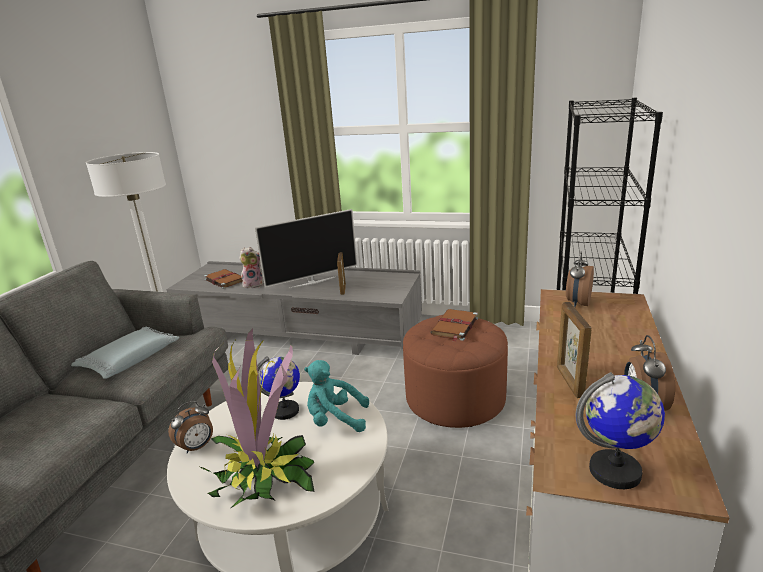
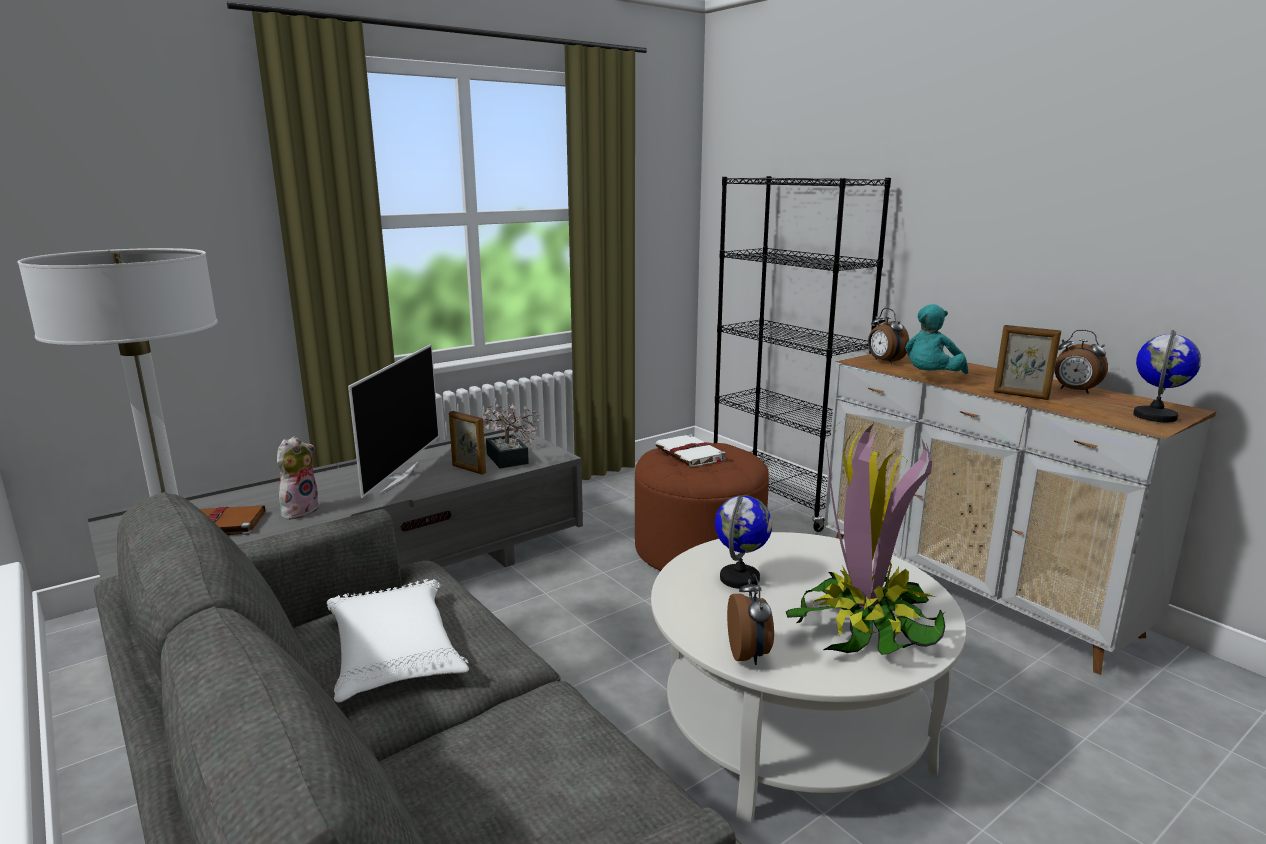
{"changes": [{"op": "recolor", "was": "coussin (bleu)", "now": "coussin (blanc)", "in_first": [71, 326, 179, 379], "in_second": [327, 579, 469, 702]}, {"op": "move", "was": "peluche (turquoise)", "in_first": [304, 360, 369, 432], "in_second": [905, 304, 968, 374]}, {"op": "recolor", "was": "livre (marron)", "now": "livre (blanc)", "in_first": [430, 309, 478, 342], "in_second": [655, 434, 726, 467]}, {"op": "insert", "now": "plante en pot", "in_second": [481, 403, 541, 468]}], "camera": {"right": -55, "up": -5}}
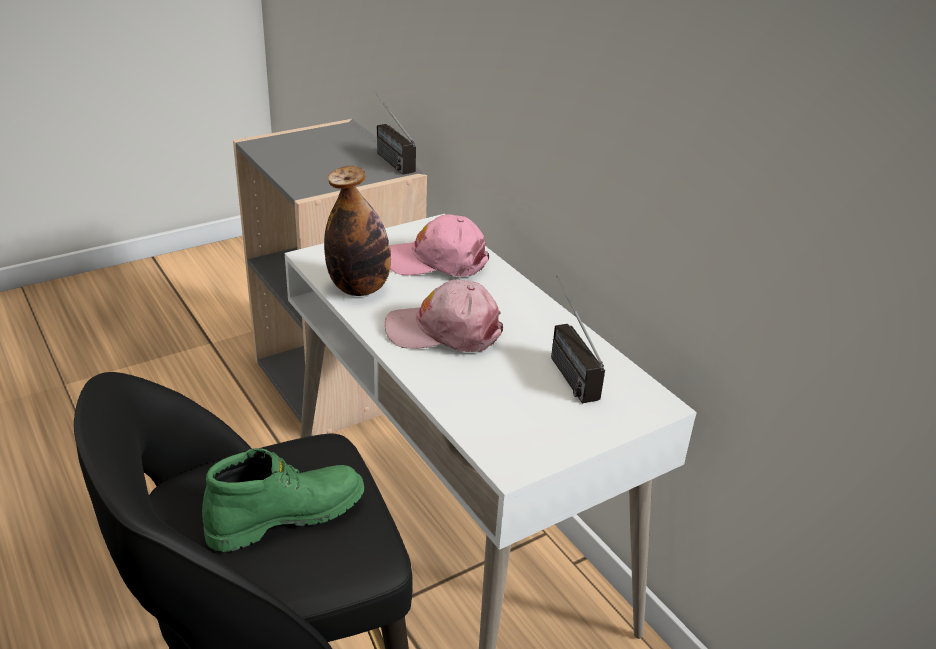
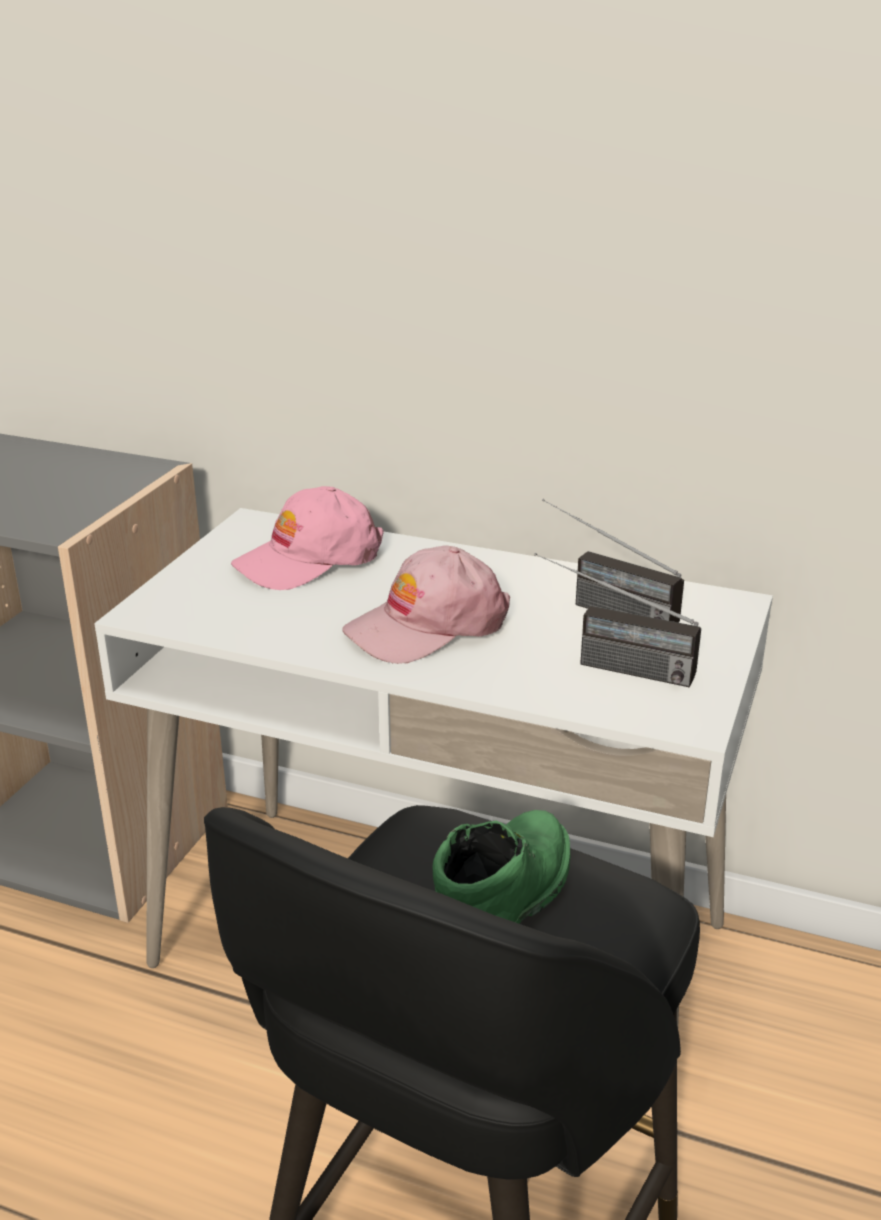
{"changes": [{"op": "delete", "was": "bouteille", "in_first": [324, 166, 391, 296]}, {"op": "move", "was": "radio", "in_first": [374, 91, 416, 175], "in_second": [534, 553, 701, 687]}], "camera": {"right": -35, "up": -5}}
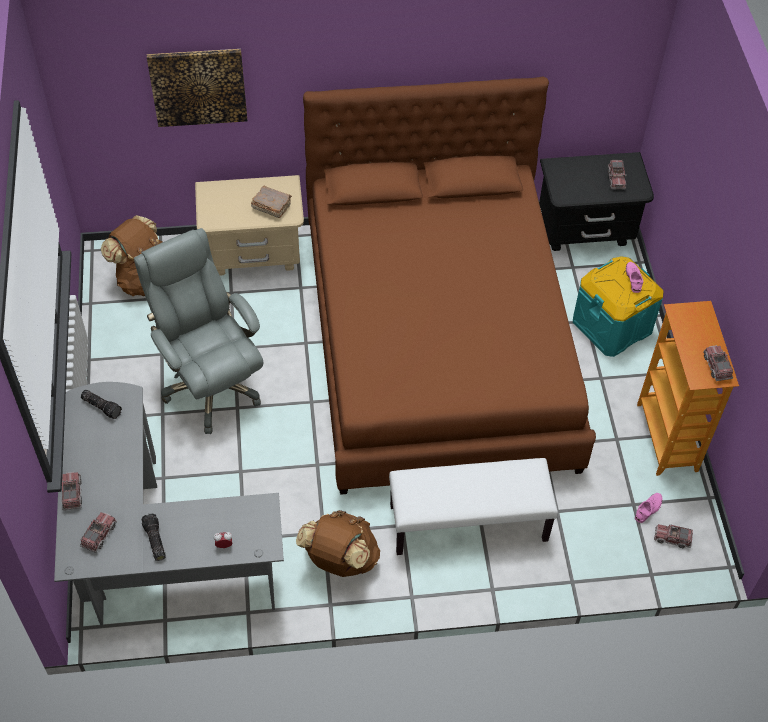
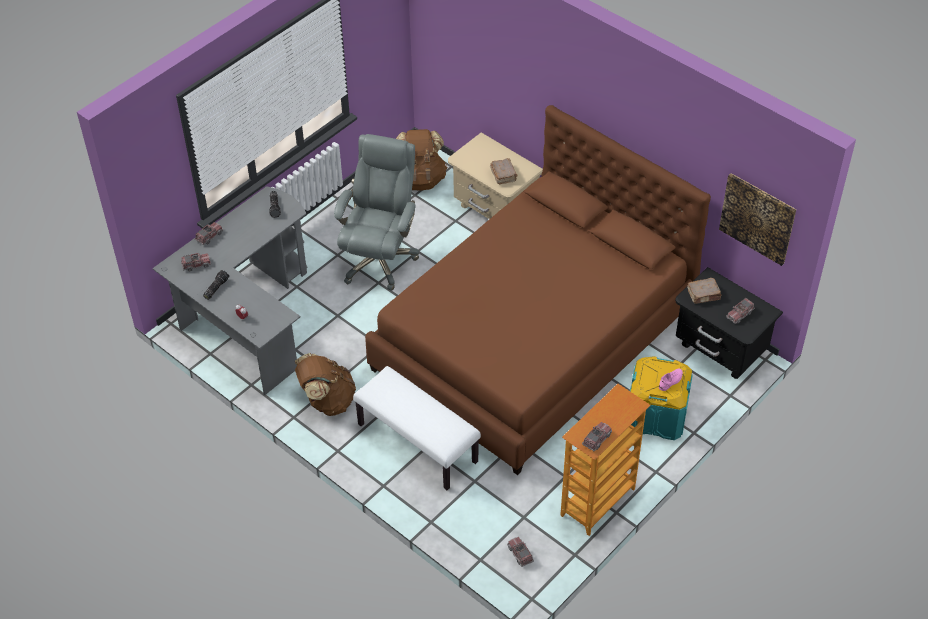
{"changes": [{"op": "move", "was": "tableau", "in_first": [147, 49, 247, 127], "in_second": [719, 173, 796, 266]}, {"op": "delete", "was": "chaussure (rose)", "in_first": [635, 493, 662, 523]}, {"op": "insert", "now": "livre (marron)", "in_second": [687, 278, 721, 304]}], "camera": {"right": 50, "up": -5}}
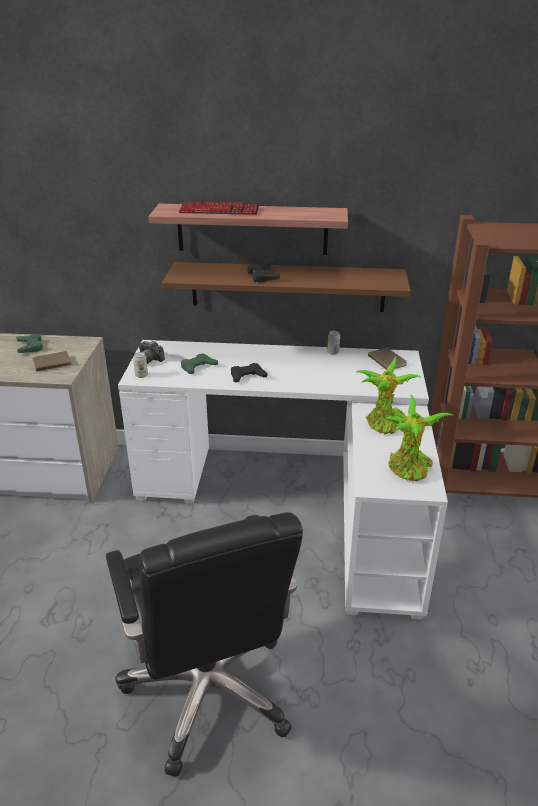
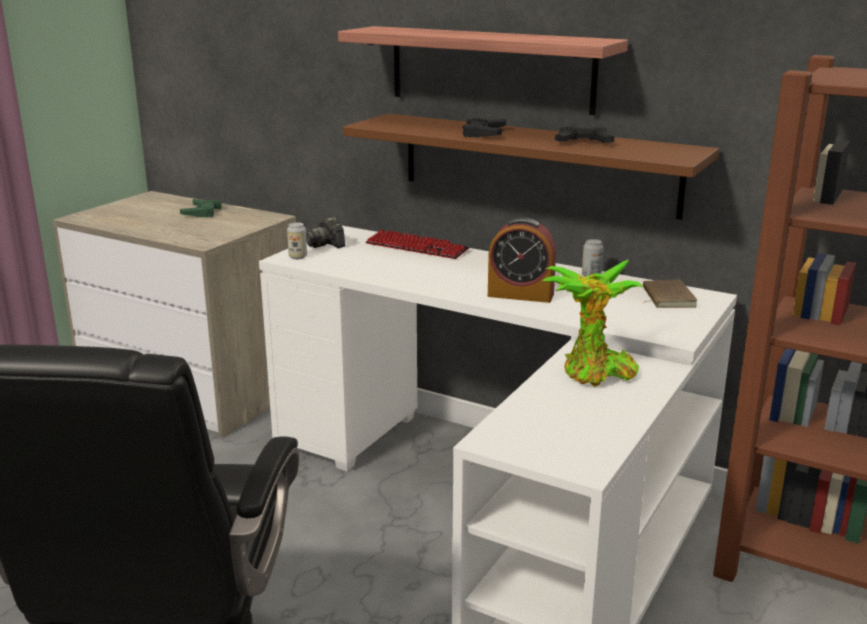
{"changes": [{"op": "delete", "was": "livre (marron)", "in_first": [32, 351, 73, 372]}, {"op": "move", "was": "clavier", "in_first": [179, 202, 259, 215], "in_second": [366, 229, 470, 259]}, {"op": "delete", "was": "manette (vert)", "in_first": [181, 353, 218, 374]}, {"op": "move", "was": "manette (noir)", "in_first": [231, 363, 268, 382], "in_second": [555, 127, 614, 143]}, {"op": "delete", "was": "plante en pot", "in_first": [380, 394, 452, 482]}, {"op": "insert", "now": "réveil", "in_second": [488, 217, 556, 303]}], "camera": {"right": 25, "up": -10}}
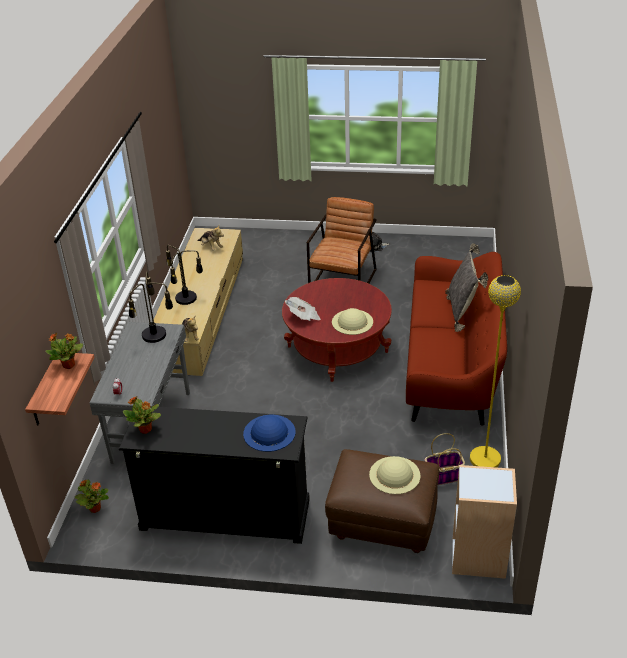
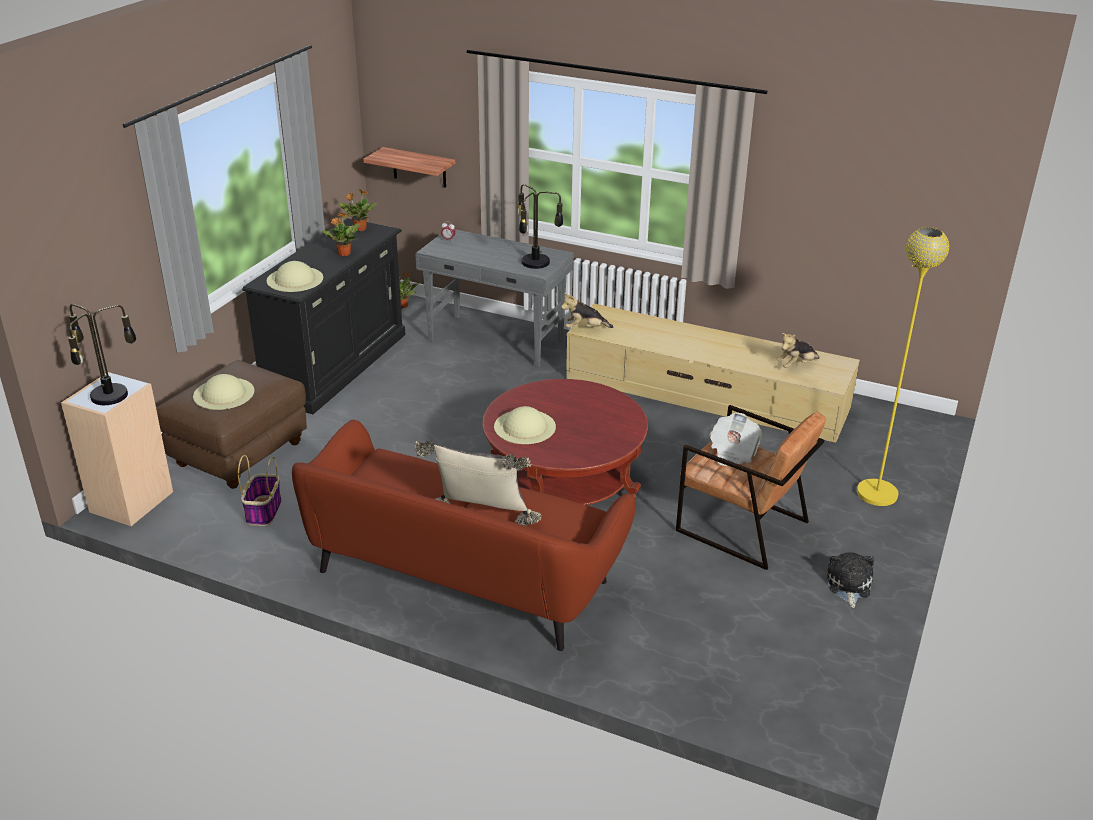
{"changes": [{"op": "move", "was": "plante en pot", "in_first": [45, 333, 83, 369], "in_second": [322, 212, 360, 256]}, {"op": "move", "was": "lampe de table", "in_first": [166, 245, 203, 305], "in_second": [68, 304, 136, 405]}, {"op": "recolor", "was": "chapeau (bleu)", "now": "chapeau (beige)", "in_first": [243, 415, 296, 452], "in_second": [266, 261, 323, 292]}, {"op": "move", "was": "journal", "in_first": [285, 297, 321, 321], "in_second": [710, 413, 762, 466]}, {"op": "move", "was": "lampadaire (jaune)", "in_first": [470, 275, 521, 468], "in_second": [857, 227, 949, 506]}], "camera": {"right": 105, "up": -5}}
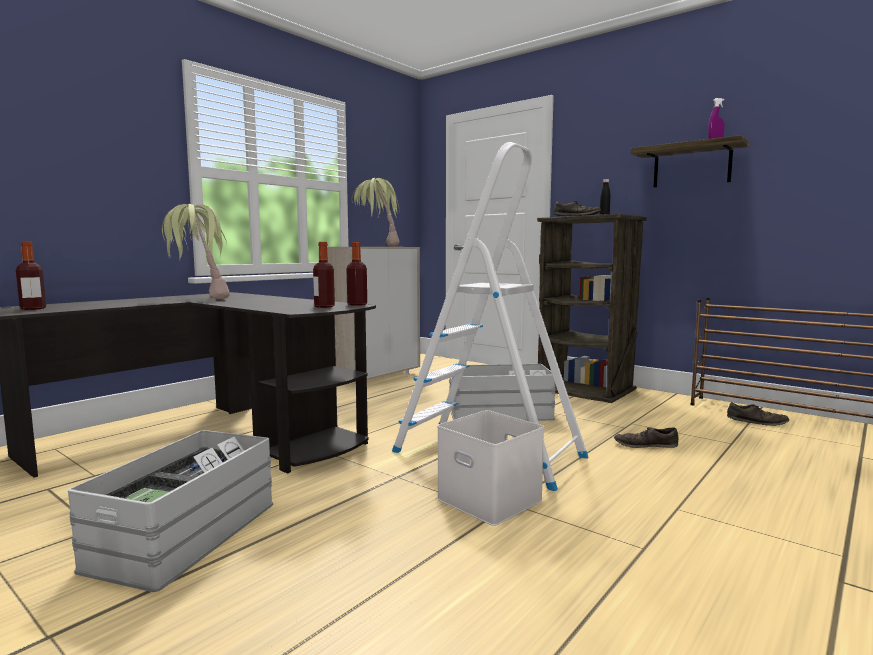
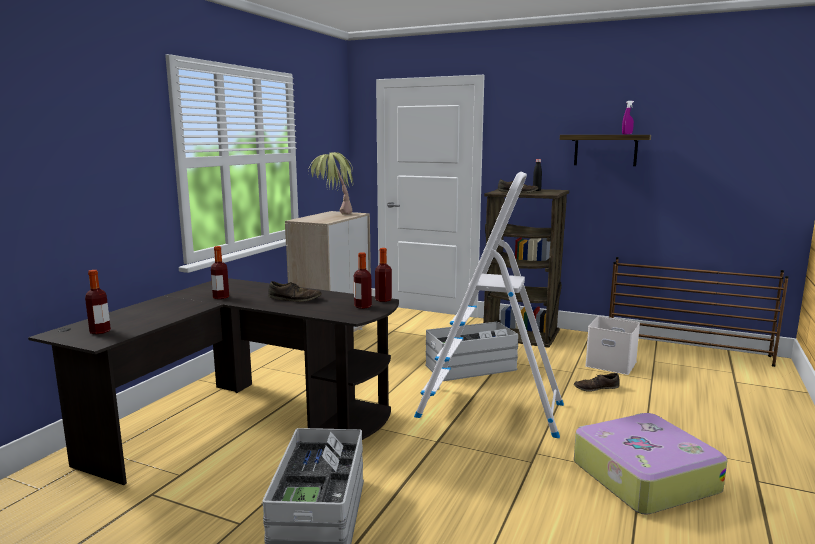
{"changes": [{"op": "replace", "was": "plante en pot", "now": "bouteille", "in_first": [162, 204, 230, 299], "in_second": [211, 246, 229, 299]}, {"op": "move", "was": "boîte de rangement (blanc)", "in_first": [437, 410, 544, 526], "in_second": [585, 316, 640, 375]}, {"op": "move", "was": "chaussure (marron)", "in_first": [727, 402, 789, 426], "in_second": [268, 281, 322, 302]}, {"op": "insert", "now": "valise", "in_second": [574, 413, 728, 515]}], "camera": {"right": -15, "up": 5}}
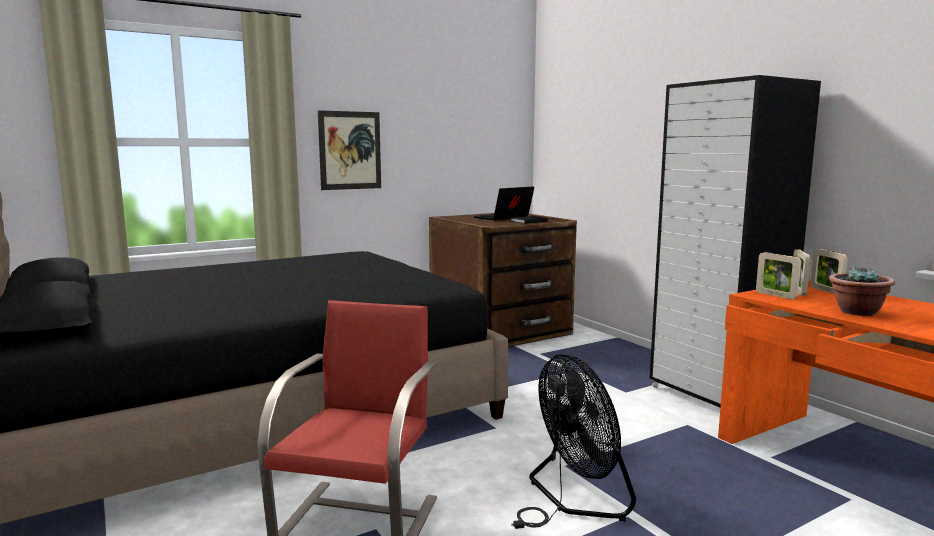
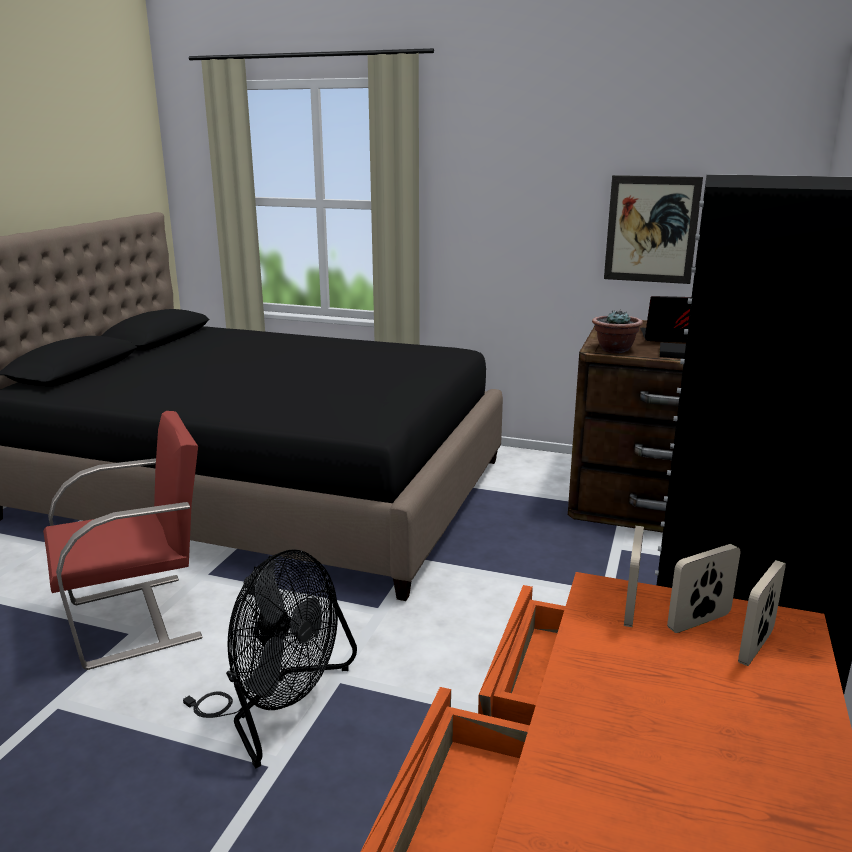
{"changes": [{"op": "move", "was": "tableau", "in_first": [318, 110, 381, 190], "in_second": [604, 175, 703, 284]}, {"op": "move", "was": "plante en pot", "in_first": [829, 266, 895, 316], "in_second": [592, 309, 643, 353]}], "camera": {"right": 50, "up": 10}}
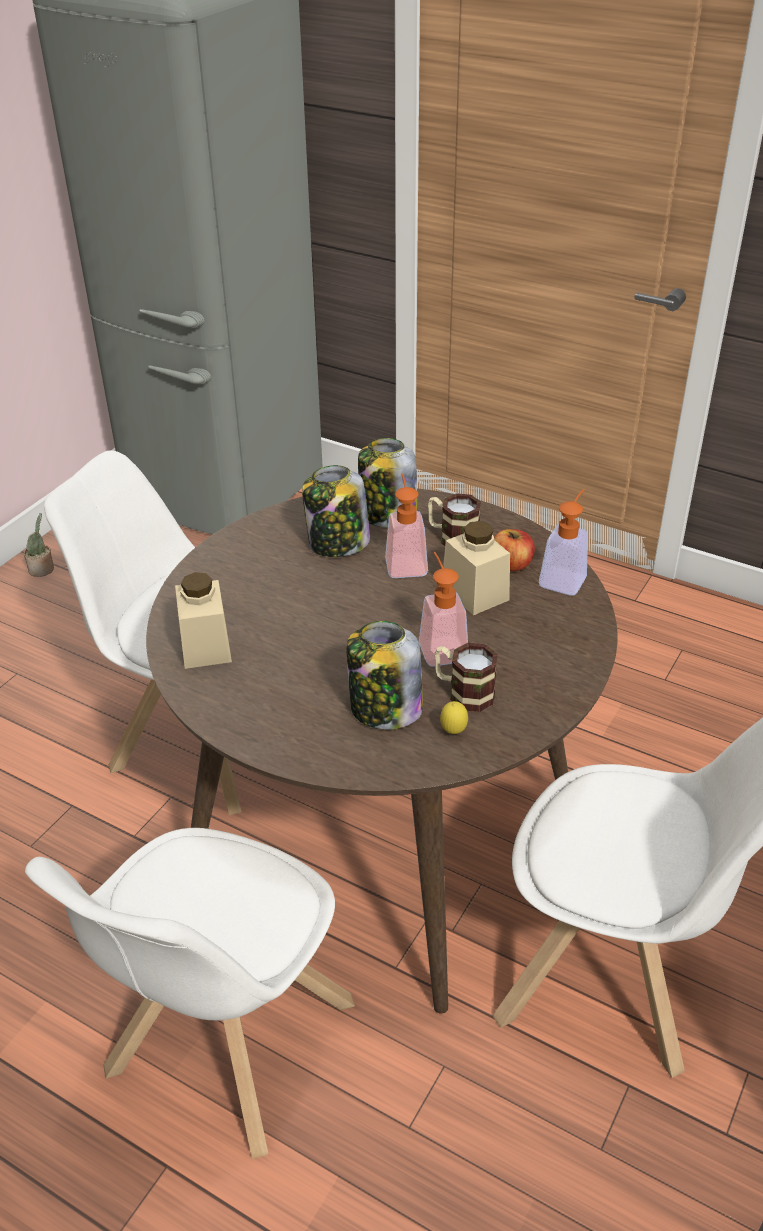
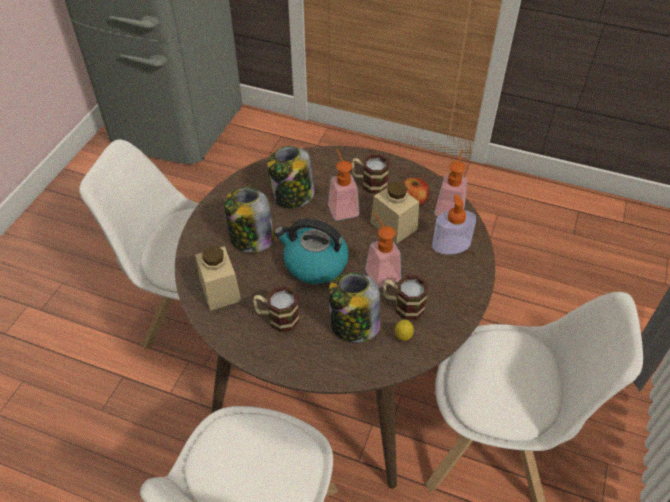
{"changes": [{"op": "delete", "was": "plante en pot", "in_first": [24, 513, 54, 577]}, {"op": "move", "was": "bocal", "in_first": [358, 438, 417, 527], "in_second": [224, 187, 274, 253]}, {"op": "insert", "now": "mug", "in_second": [253, 286, 300, 332]}, {"op": "insert", "now": "bouilloire", "in_second": [274, 219, 349, 284]}, {"op": "insert", "now": "distributeur de savon", "in_second": [432, 195, 476, 255]}], "camera": {"right": -10, "up": 10}}
